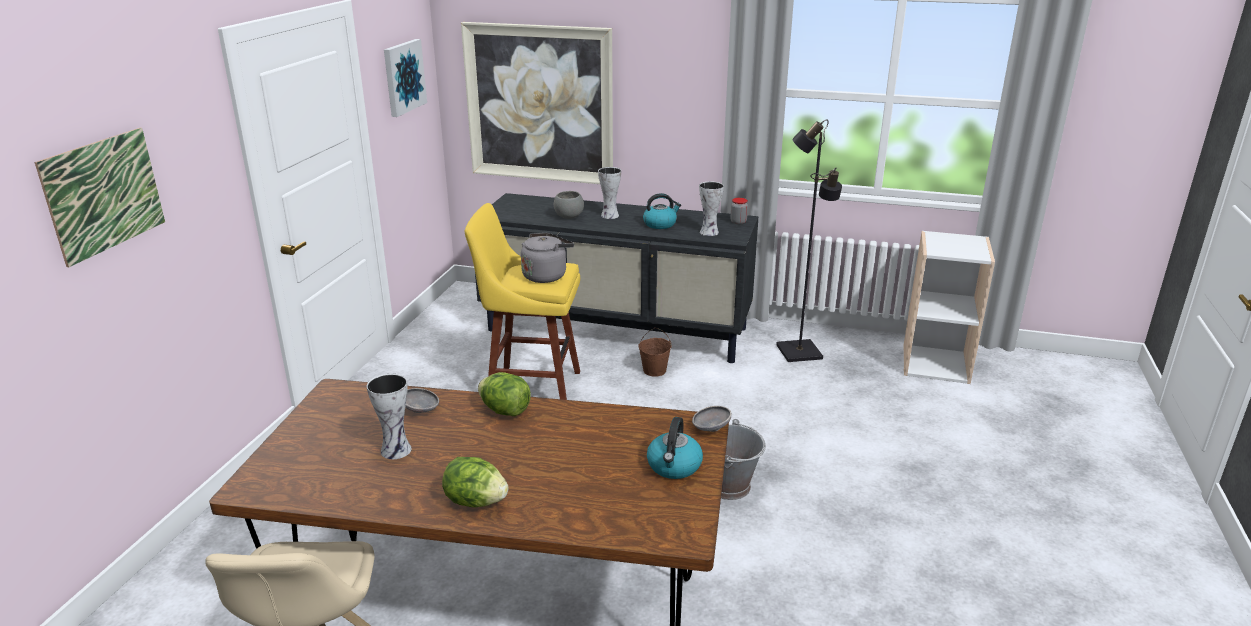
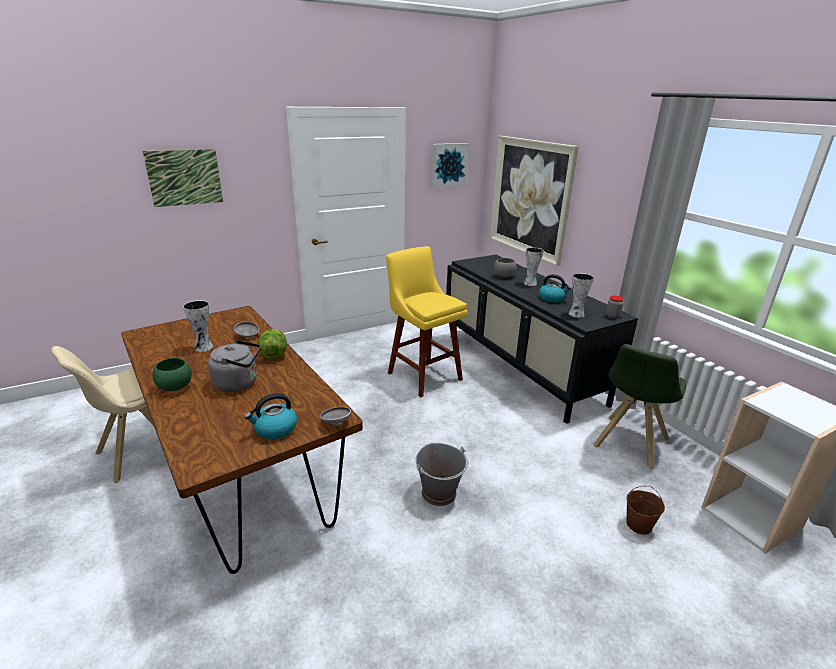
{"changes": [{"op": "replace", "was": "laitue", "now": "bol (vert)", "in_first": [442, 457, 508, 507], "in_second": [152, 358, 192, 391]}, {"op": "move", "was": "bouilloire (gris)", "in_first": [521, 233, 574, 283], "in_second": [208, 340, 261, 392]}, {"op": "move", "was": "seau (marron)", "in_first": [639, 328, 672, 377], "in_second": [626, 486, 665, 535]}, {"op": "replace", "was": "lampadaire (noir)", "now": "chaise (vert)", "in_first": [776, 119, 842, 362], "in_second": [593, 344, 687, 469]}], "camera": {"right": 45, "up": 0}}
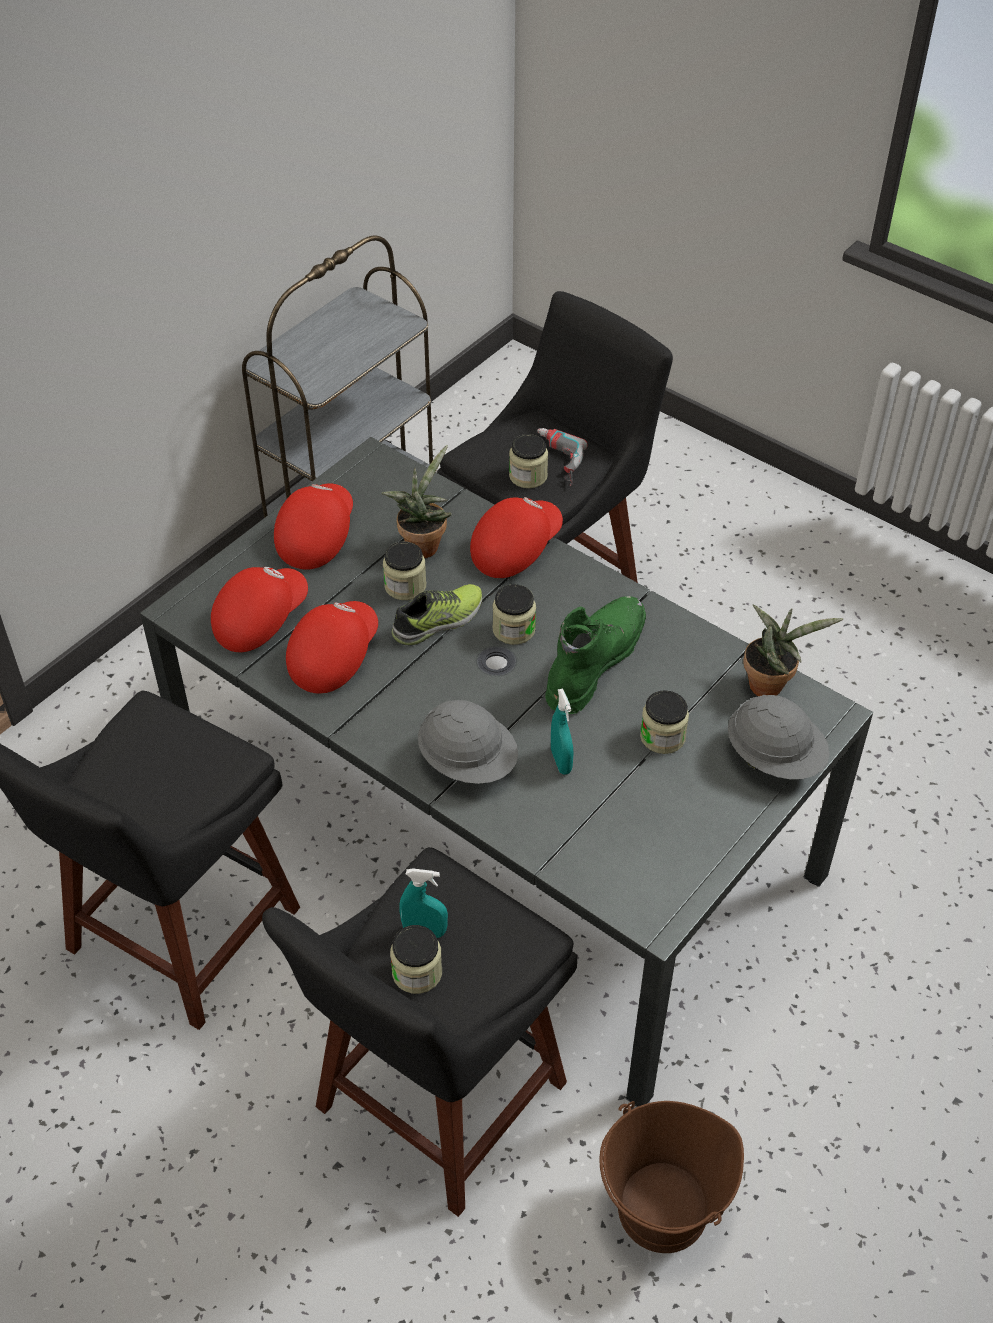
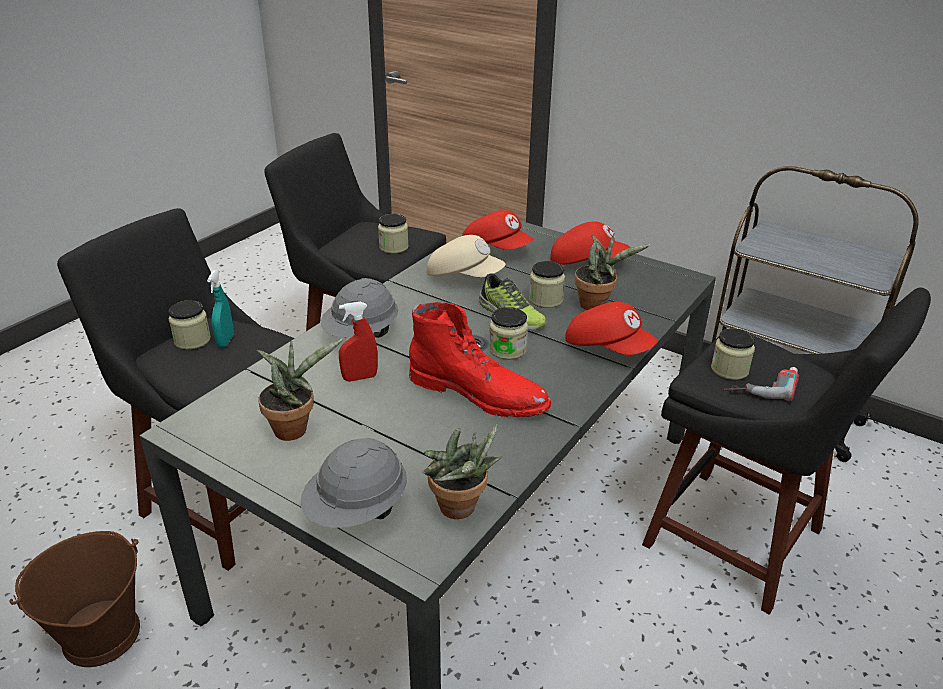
{"changes": [{"op": "recolor", "was": "casquette (rouge)", "now": "casquette (beige)", "in_first": [286, 601, 378, 694], "in_second": [427, 235, 505, 277]}, {"op": "recolor", "was": "botte (vert)", "now": "botte (rouge)", "in_first": [545, 596, 646, 714], "in_second": [409, 302, 551, 417]}, {"op": "recolor", "was": "vaporisateur (turquoise)", "now": "vaporisateur (rouge)", "in_first": [551, 689, 574, 775], "in_second": [339, 302, 378, 382]}, {"op": "move", "was": "bocal", "in_first": [640, 690, 689, 754], "in_second": [378, 214, 409, 254]}, {"op": "insert", "now": "plante en pot", "in_second": [257, 339, 343, 441]}], "camera": {"right": 85, "up": -15}}
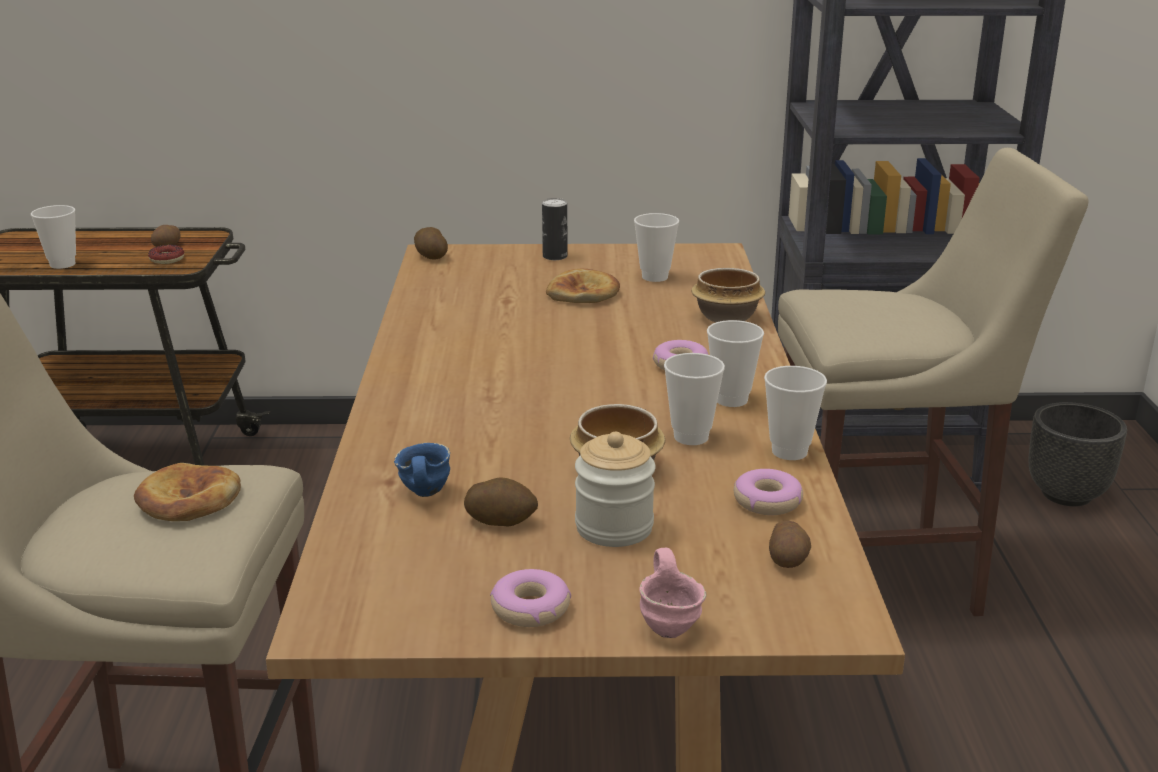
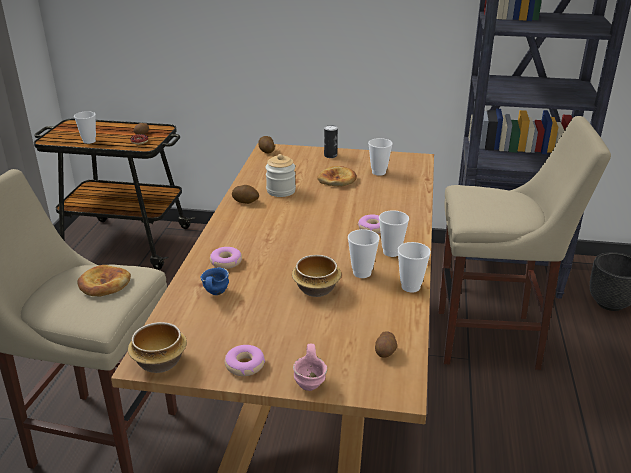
{"changes": [{"op": "move", "was": "pomme de terre", "in_first": [464, 477, 538, 527], "in_second": [232, 185, 259, 204]}, {"op": "move", "was": "bocal", "in_first": [575, 432, 656, 547], "in_second": [265, 154, 296, 197]}, {"op": "move", "was": "bol", "in_first": [691, 268, 765, 322], "in_second": [128, 322, 187, 373]}, {"op": "move", "was": "beignet", "in_first": [734, 469, 803, 515], "in_second": [210, 247, 242, 269]}], "camera": {"right": 10, "up": 5}}
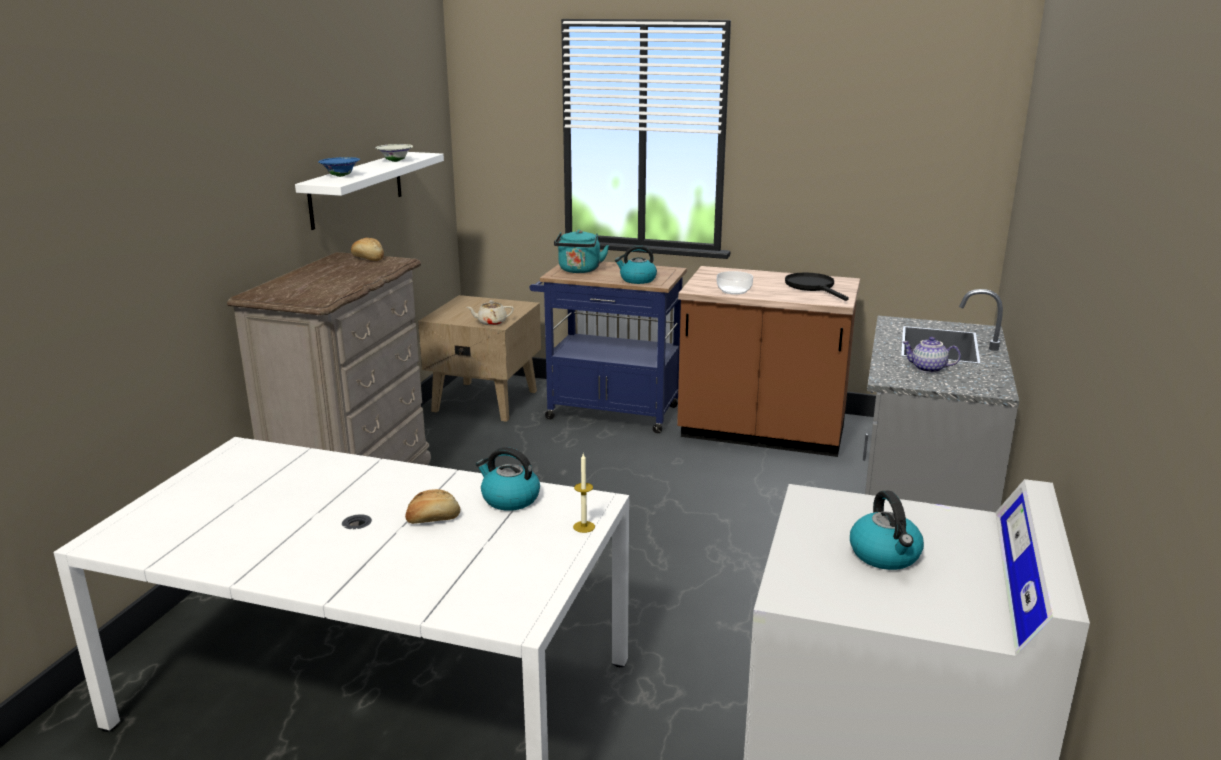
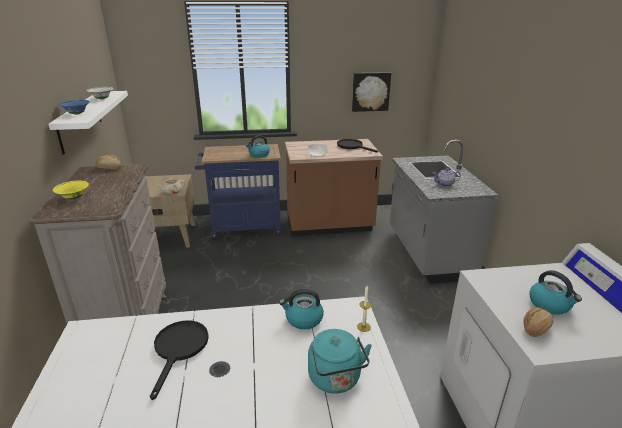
{"changes": [{"op": "move", "was": "pain", "in_first": [405, 489, 460, 524], "in_second": [523, 307, 553, 337]}, {"op": "move", "was": "bouilloire (turquoise)", "in_first": [555, 230, 609, 273], "in_second": [308, 329, 372, 394]}, {"op": "insert", "now": "bol (jaune)", "in_second": [53, 181, 89, 200]}, {"op": "insert", "now": "poêle (noir)", "in_second": [150, 320, 209, 400]}, {"op": "insert", "now": "tableau", "in_second": [352, 72, 391, 112]}], "camera": {"right": -25, "up": 5}}
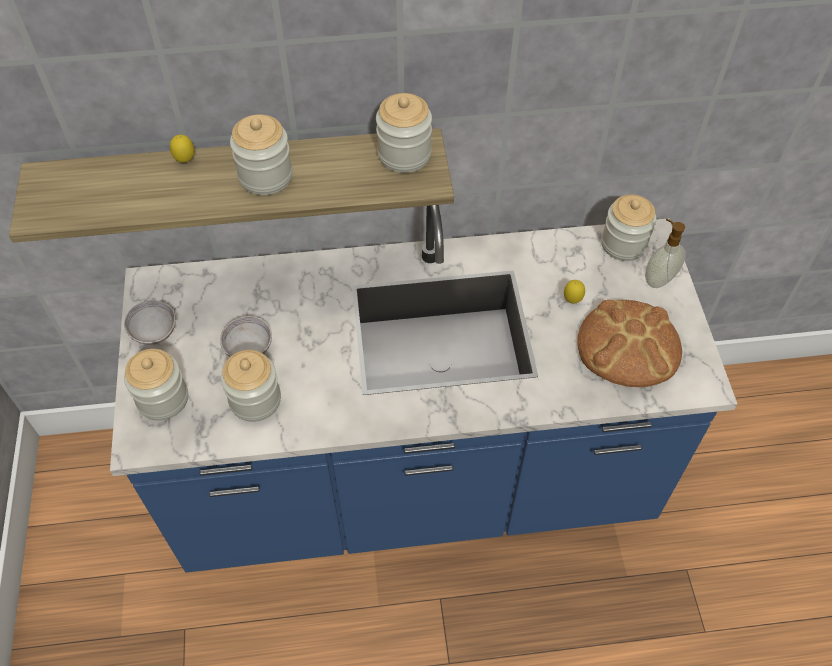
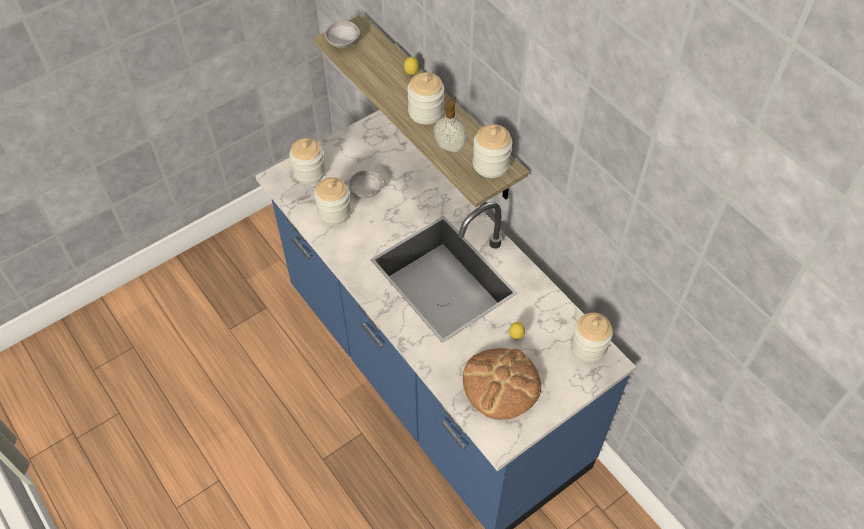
{"changes": [{"op": "move", "was": "bol (gris)", "in_first": [124, 300, 176, 344], "in_second": [325, 21, 360, 48]}, {"op": "move", "was": "distributeur de savon", "in_first": [645, 219, 686, 288], "in_second": [433, 96, 467, 152]}], "camera": {"right": 60, "up": 0}}
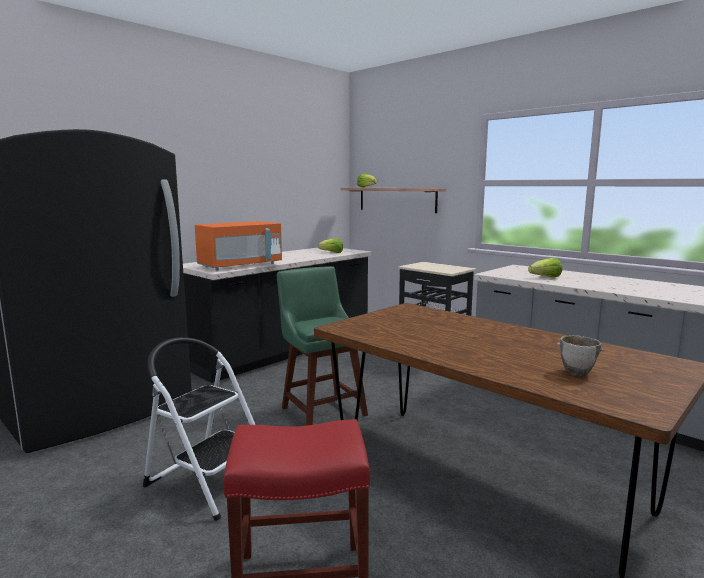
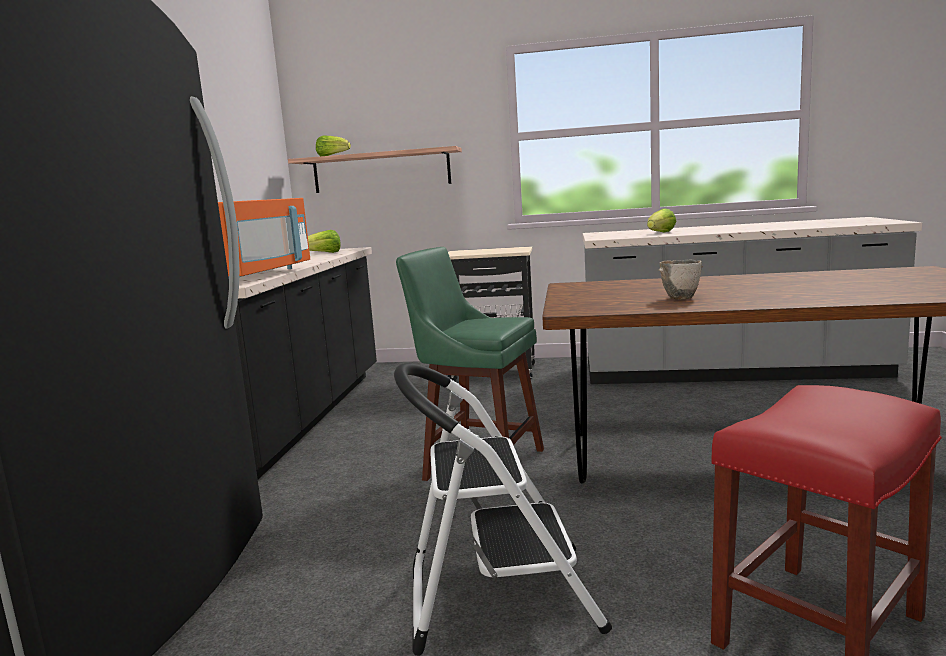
{"changes": [{"op": "move", "was": "bol", "in_first": [557, 335, 604, 376], "in_second": [658, 260, 703, 300]}], "camera": {"right": -35, "up": 0}}
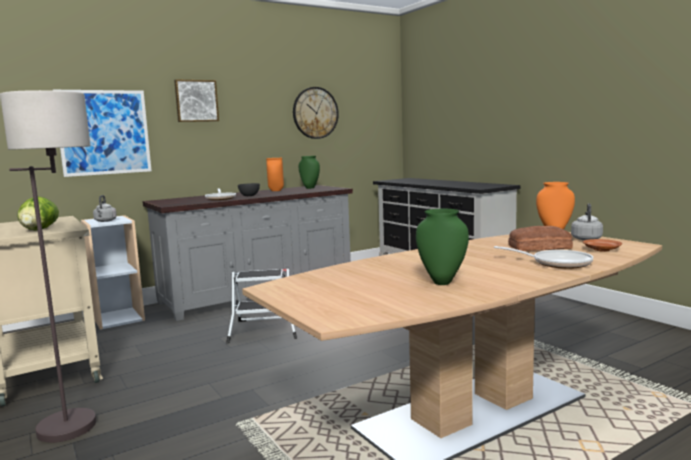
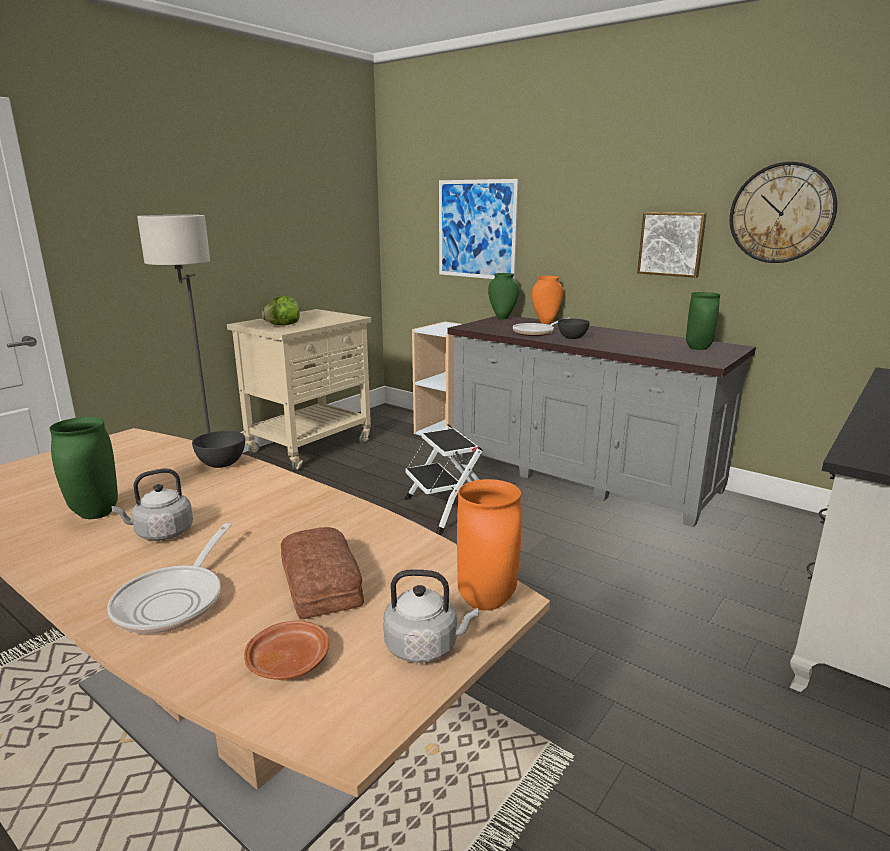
{"changes": [{"op": "move", "was": "bouilloire (gris)", "in_first": [93, 195, 117, 222], "in_second": [111, 468, 193, 541]}, {"op": "move", "was": "tableau", "in_first": [174, 79, 219, 122], "in_second": [637, 212, 707, 278]}, {"op": "move", "was": "vase (orange)", "in_first": [266, 158, 284, 191], "in_second": [532, 276, 563, 324]}, {"op": "insert", "now": "bol (gris)", "in_second": [192, 431, 245, 468]}, {"op": "insert", "now": "vase (vert)", "in_second": [488, 273, 519, 319]}], "camera": {"right": 70, "up": 10}}
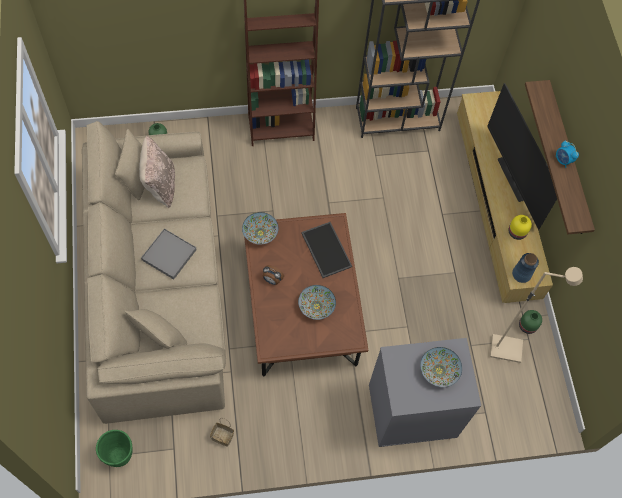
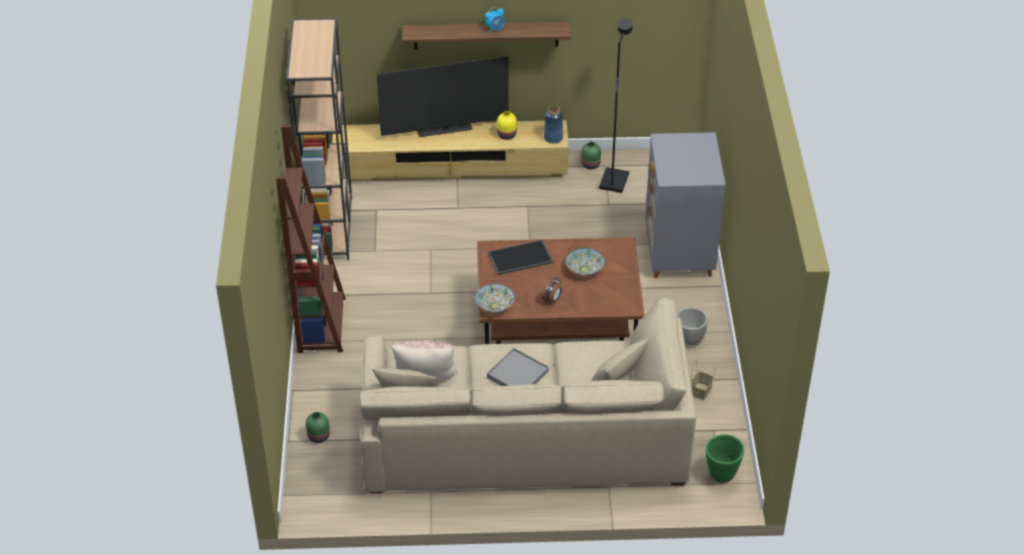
{"changes": [{"op": "delete", "was": "bol", "in_first": [420, 347, 462, 387]}, {"op": "recolor", "was": "lampadaire (beige)", "now": "lampadaire (noir)", "in_first": [490, 267, 583, 363], "in_second": [599, 18, 632, 193]}, {"op": "insert", "now": "cache-pot", "in_second": [677, 307, 708, 345]}], "camera": {"right": -80, "up": -20}}
